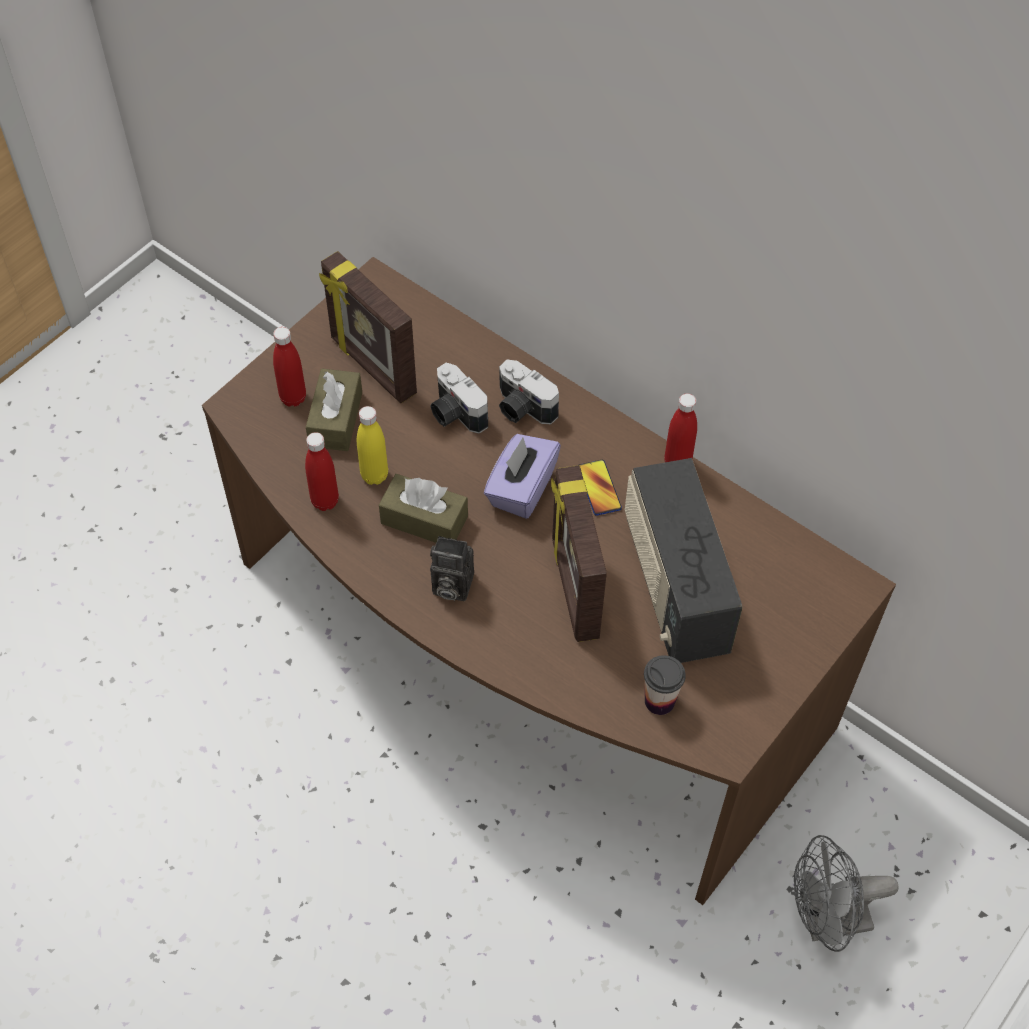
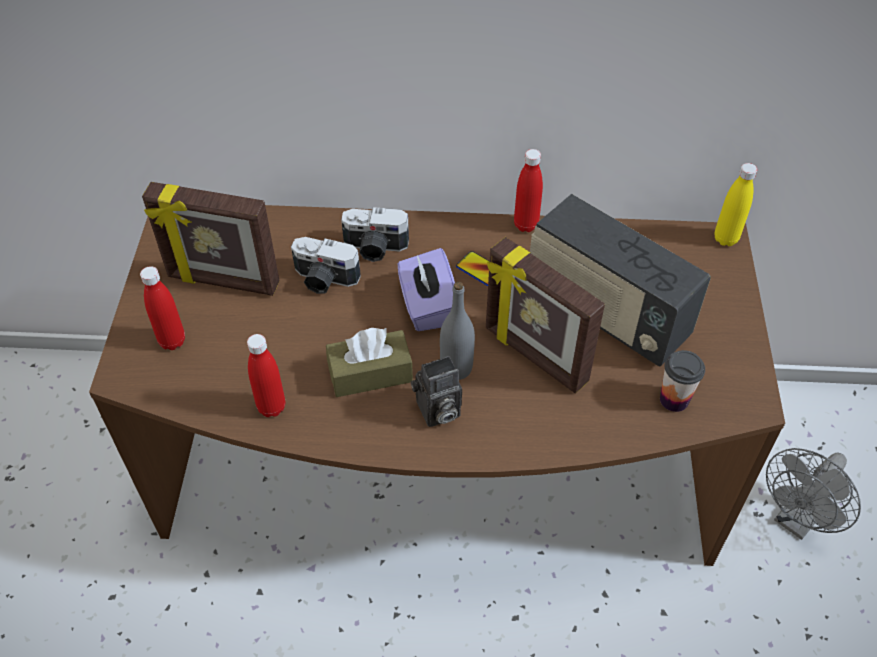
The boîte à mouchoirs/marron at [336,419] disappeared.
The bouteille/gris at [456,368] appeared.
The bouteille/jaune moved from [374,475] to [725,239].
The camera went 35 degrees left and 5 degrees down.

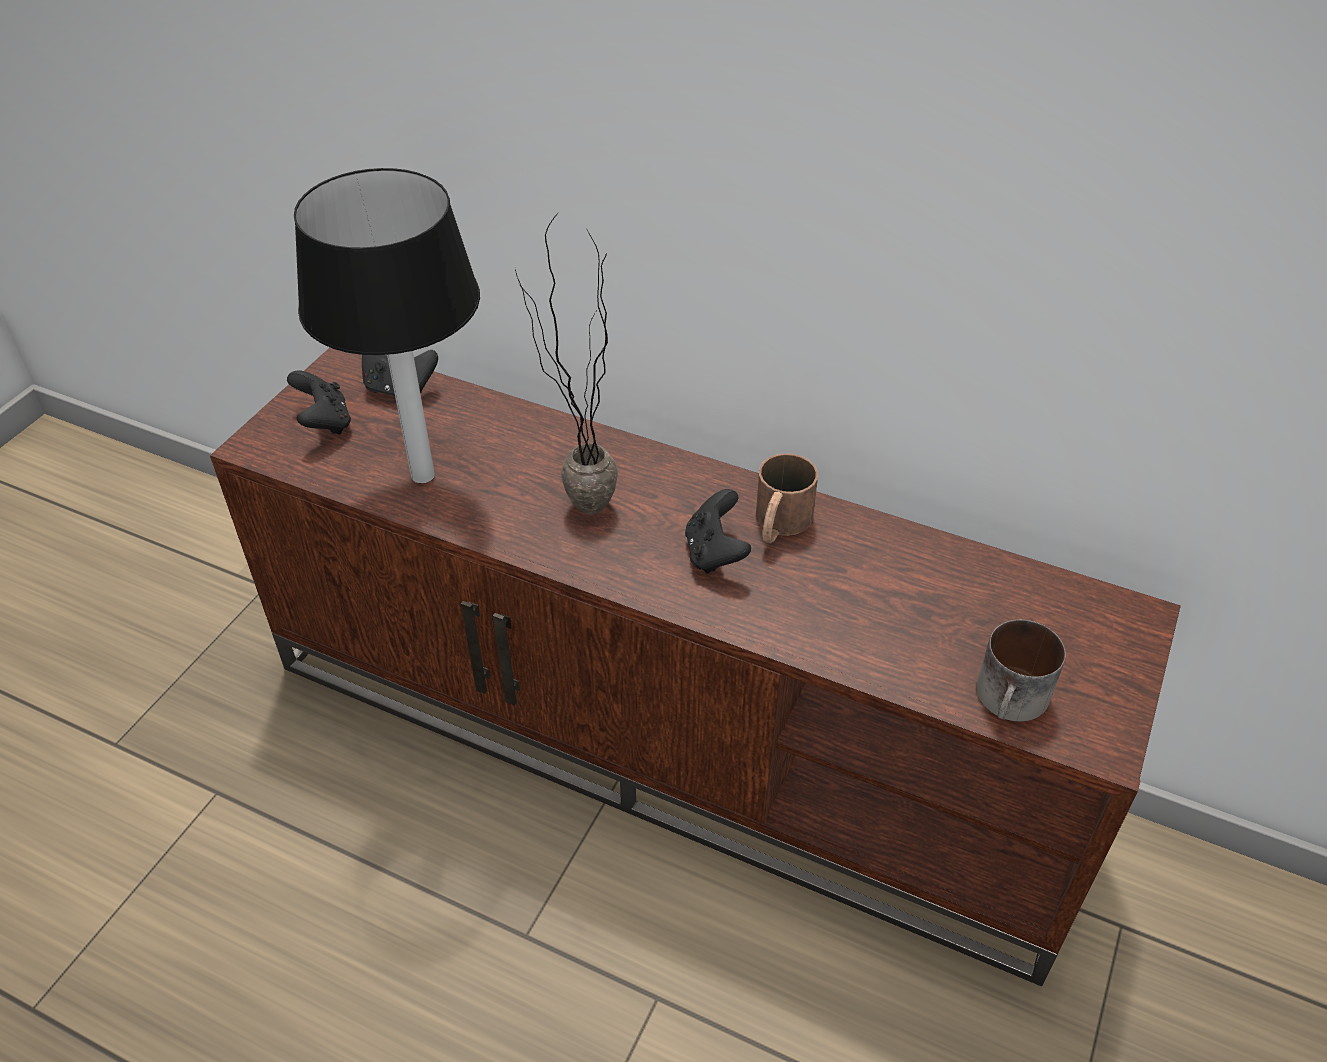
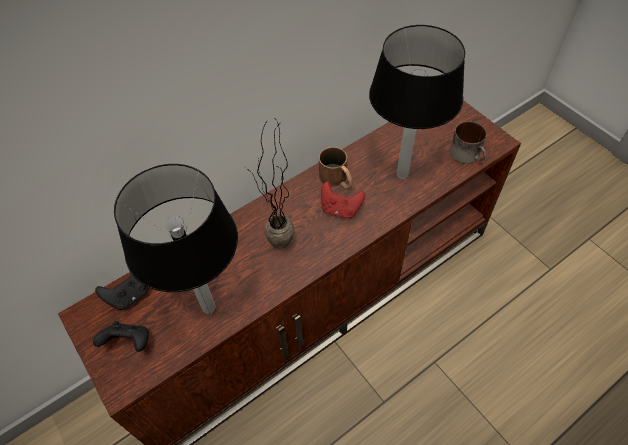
The lampe de table at [402,174] appeared.
The manette/noir at [715,553] became the manette/rouge at [340,209].
The camera went 60 degrees left and 10 degrees up.

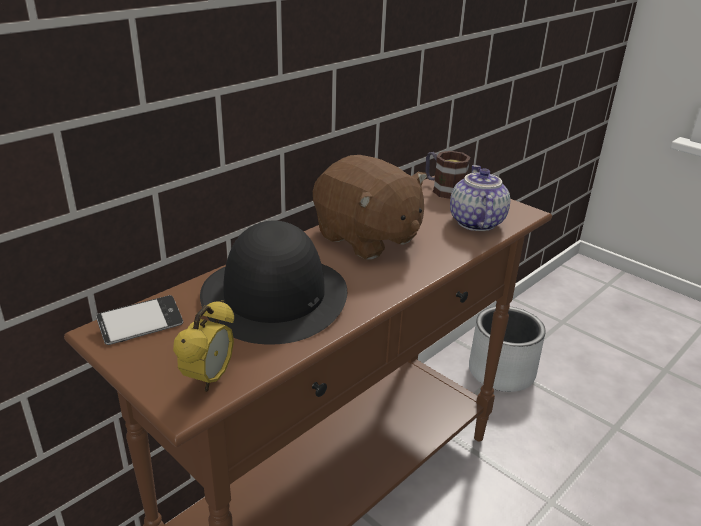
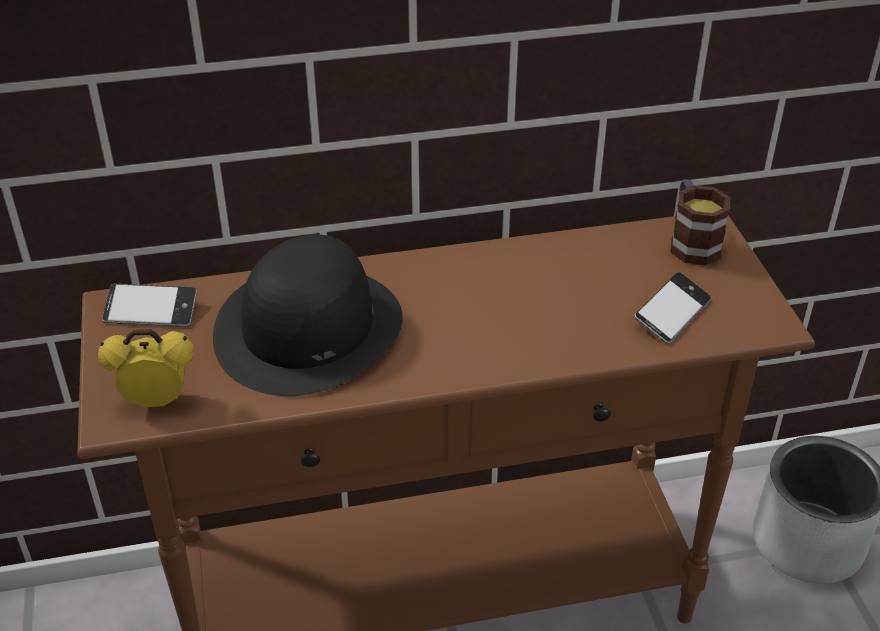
The peluche/marron at [367,238] disappeared.
The théière at [475,222] was replaced by the téléphone at [671,314].
The réveil at [209,379] turned 150 degrees counterclockwise.
The camera went 35 degrees right and 10 degrees up.

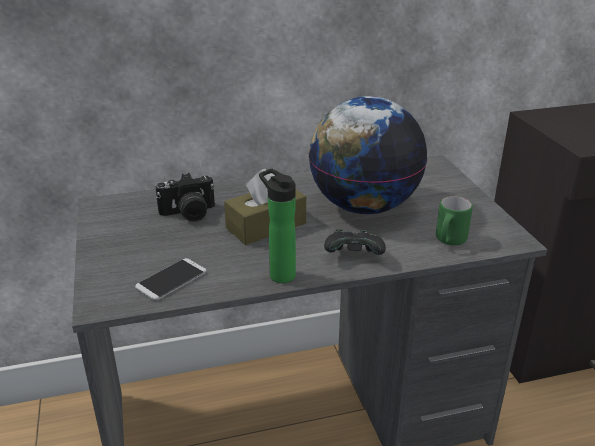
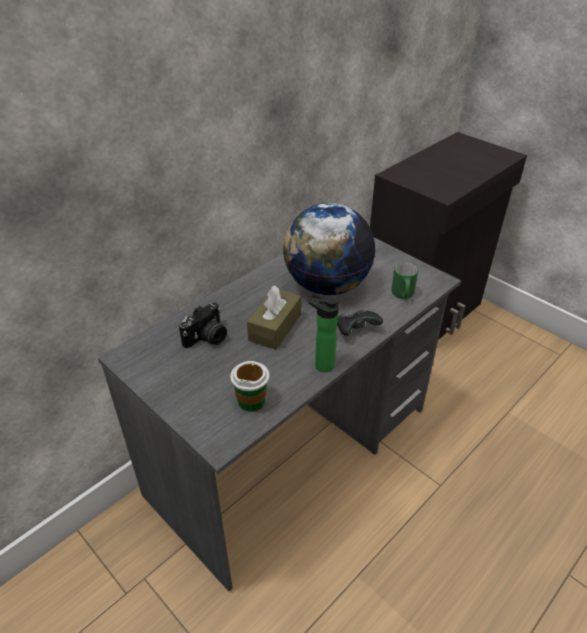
The téléphone at [171,280] was replaced by the tasse at [251,401].
The camera went 30 degrees left and 10 degrees up.

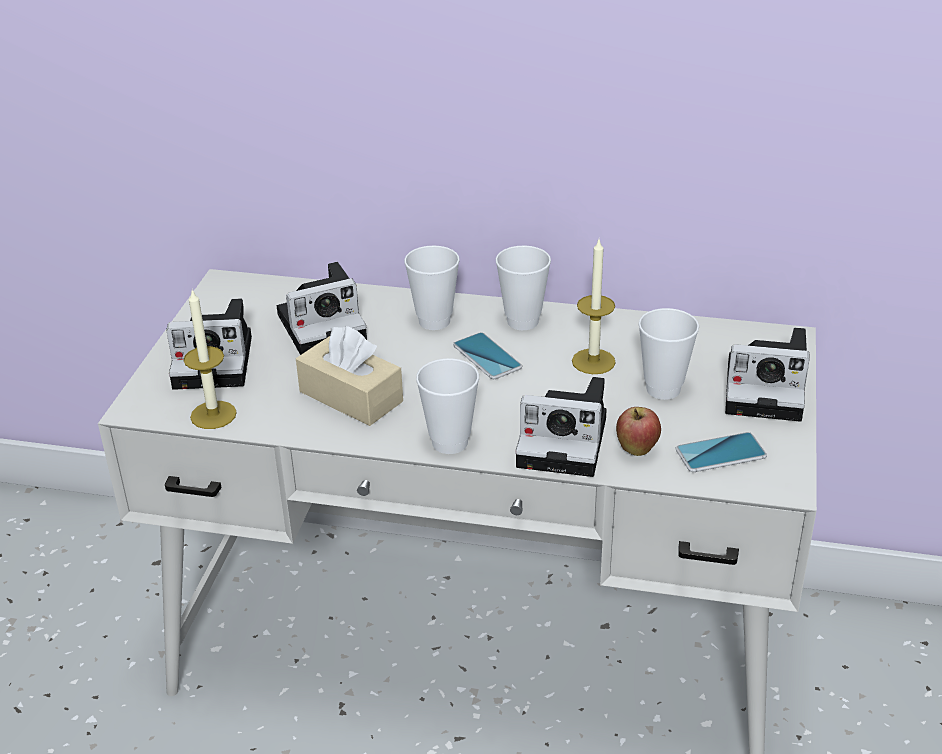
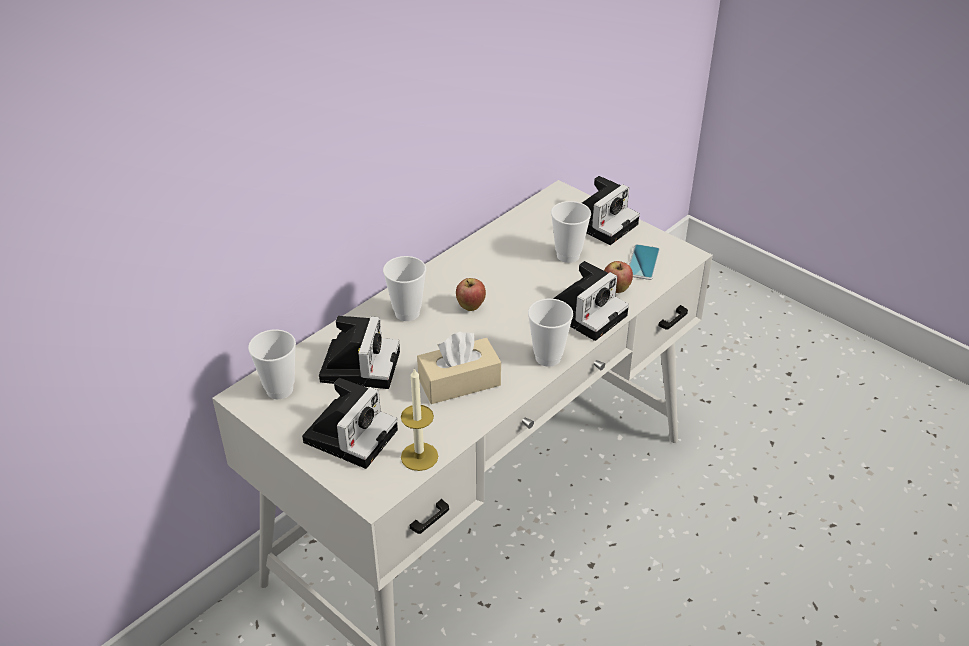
The bougie at [593,361] disappeared.
The tasse moved from [522,321] to [279,390].
The téléphone at [487,357] was replaced by the pomme at [470,307].
The camera went 60 degrees left and 5 degrees up.

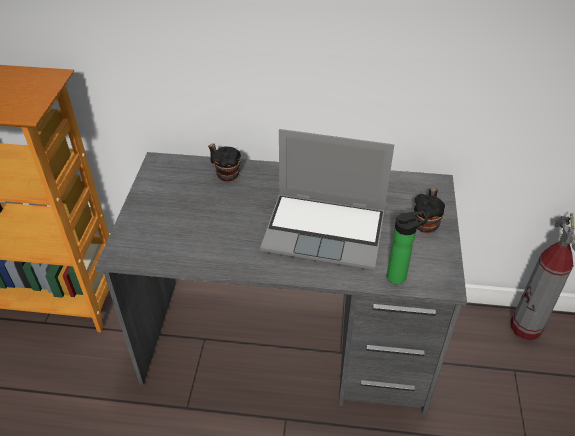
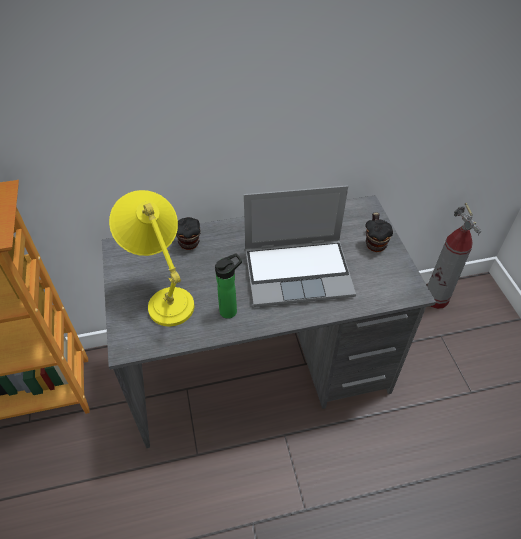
The lampe de table/jaune at [164,295] appeared.
The bouteille moved from [399,276] to [230,310].
The camera went 20 degrees left and 5 degrees up.

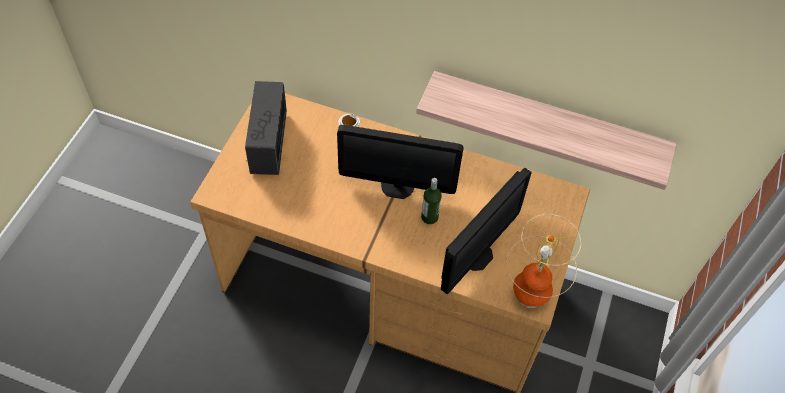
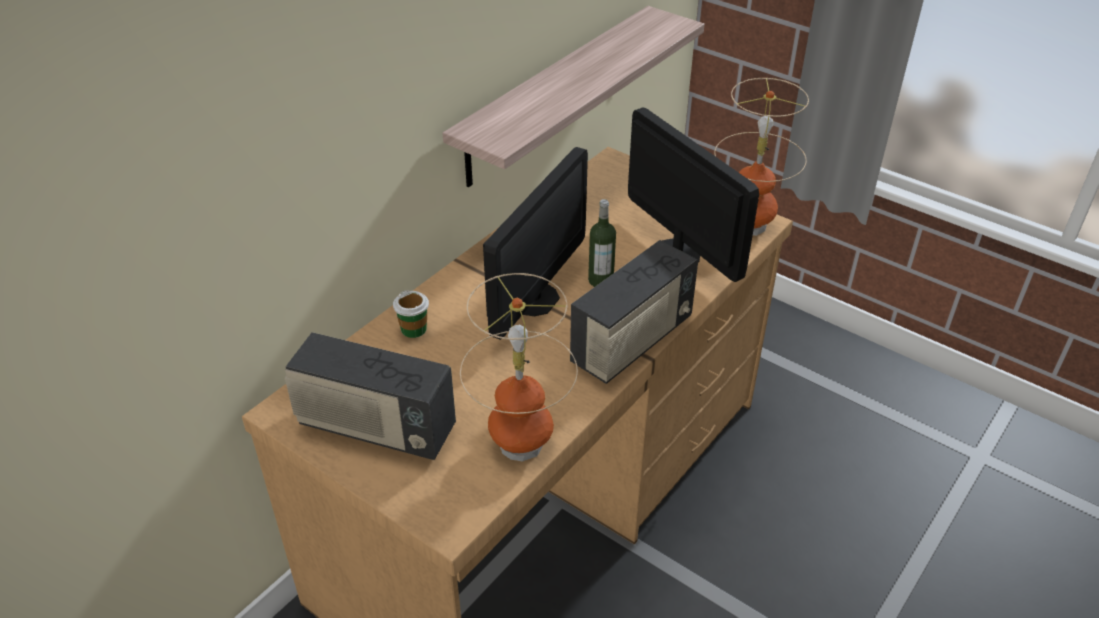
The lampe de table at [522,444] appeared.
The radio at [632,342] appeared.
The camera went 70 degrees left and 15 degrees down.

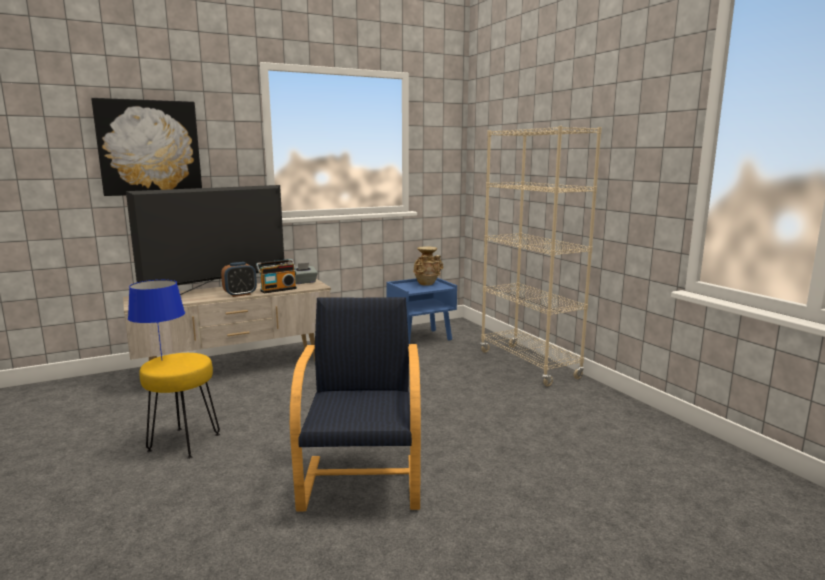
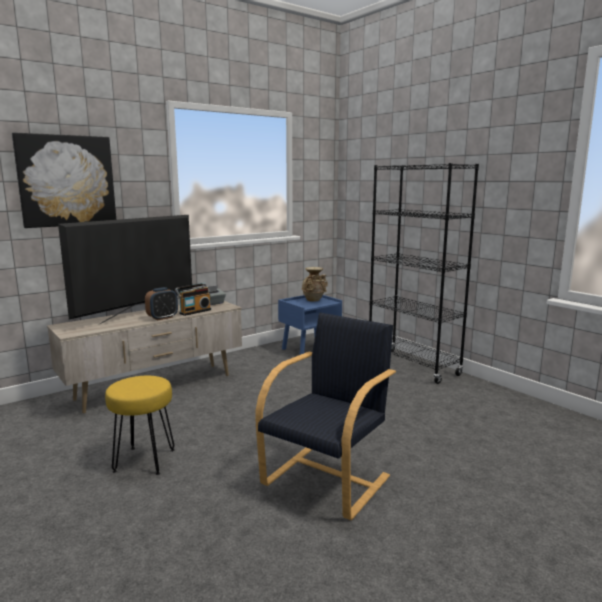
The lampe de table/bleu at [162,360] disappeared.
The bibliothèque/beige at [528,365] became the bibliothèque/noir at [413,366].
The fauteuil/noir at [362,481] turned 45 degrees clockwise.
The camera went 10 degrees left and 0 degrees up.

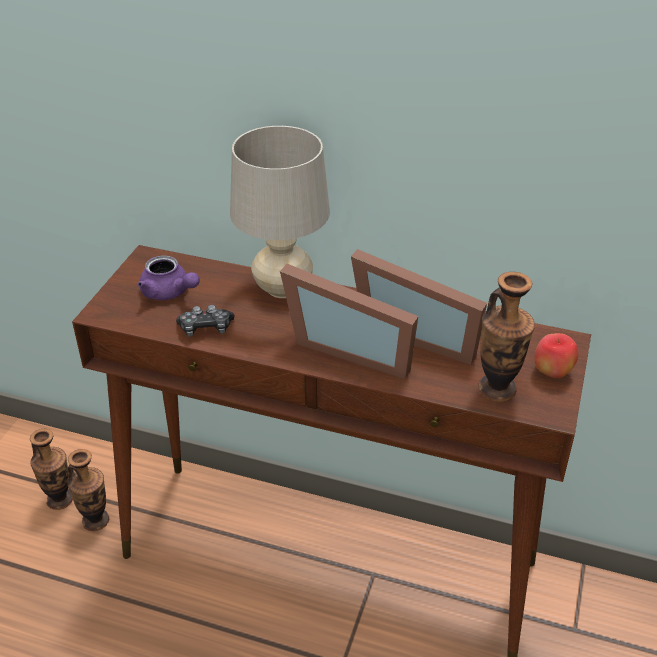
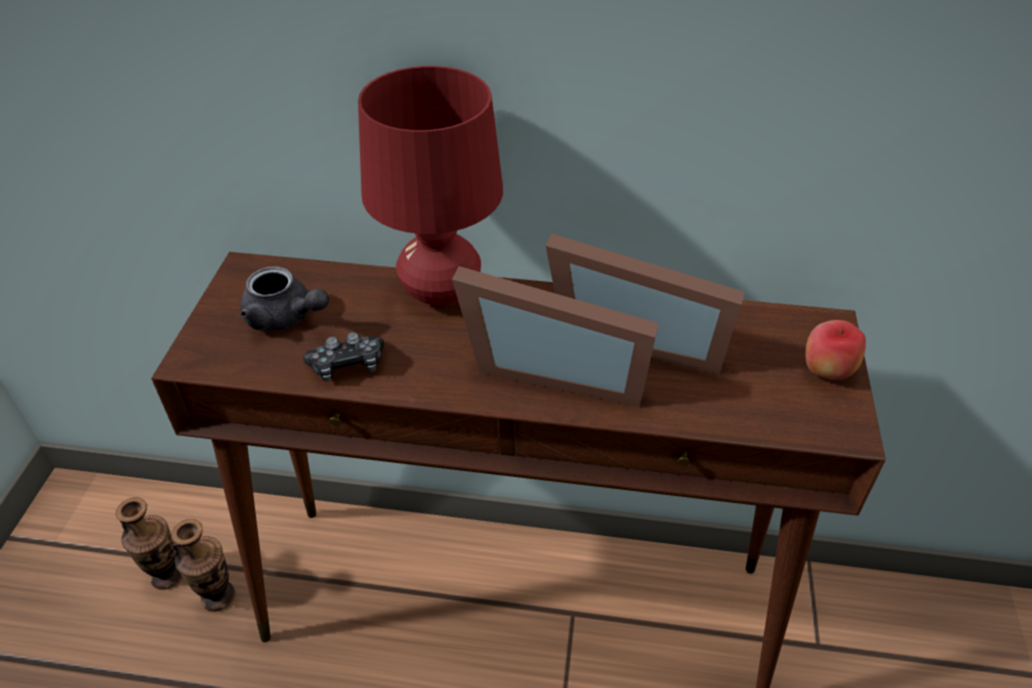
The vase at [497,389] disappeared.
The théière/violet at [169,293] became the théière/gris at [285,318].
The lampe de table/beige at [283,288] became the lampe de table/rouge at [441,293].
The camera went 10 degrees left and 5 degrees up.

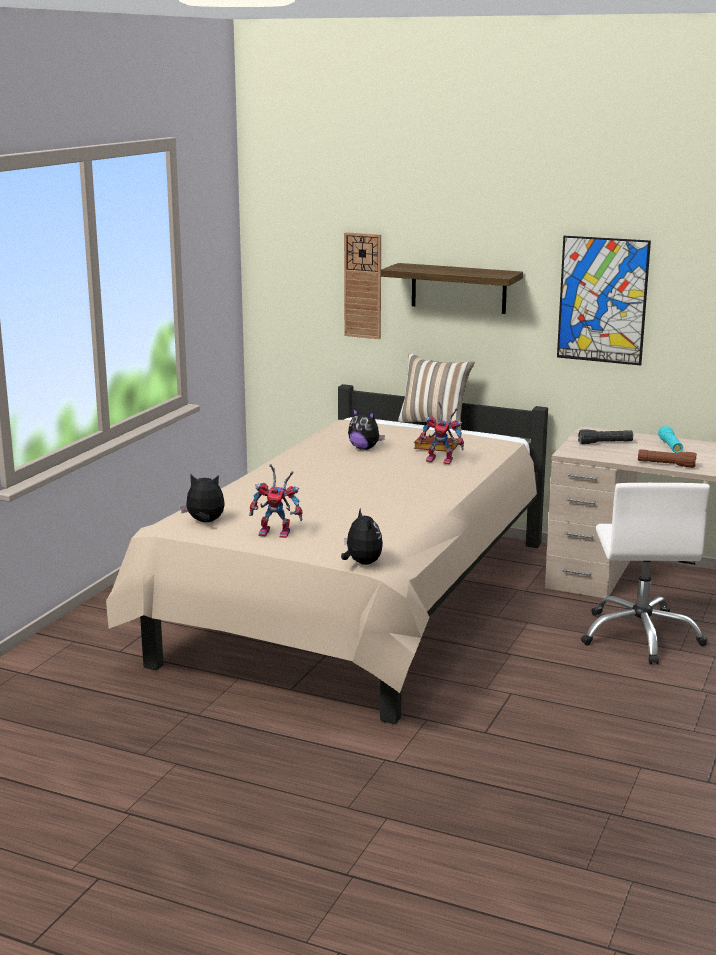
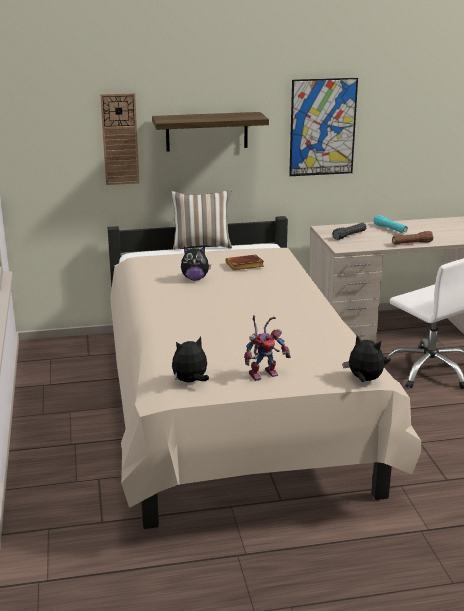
The robot jouet at [442,460] disappeared.
The camera went 35 degrees left and 5 degrees up.

